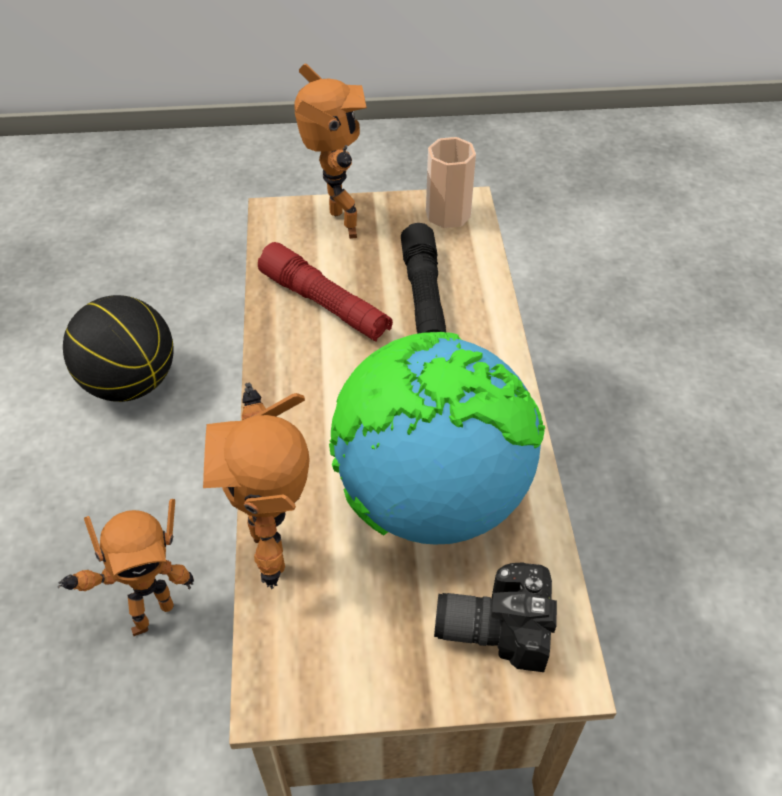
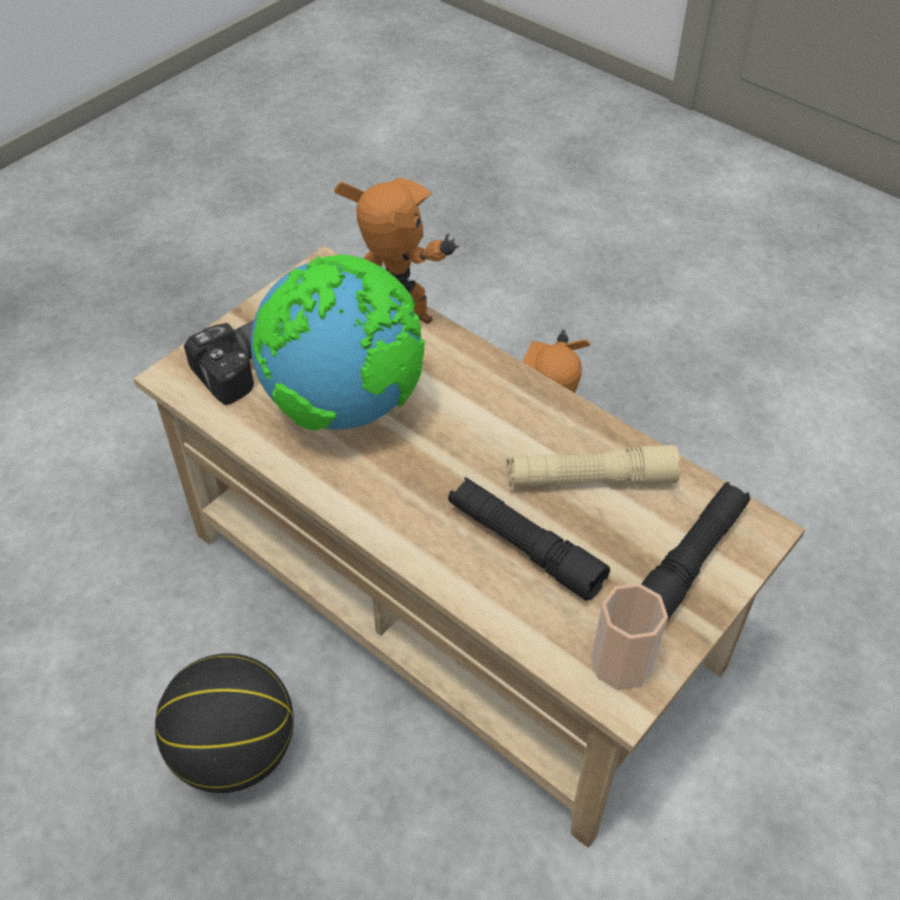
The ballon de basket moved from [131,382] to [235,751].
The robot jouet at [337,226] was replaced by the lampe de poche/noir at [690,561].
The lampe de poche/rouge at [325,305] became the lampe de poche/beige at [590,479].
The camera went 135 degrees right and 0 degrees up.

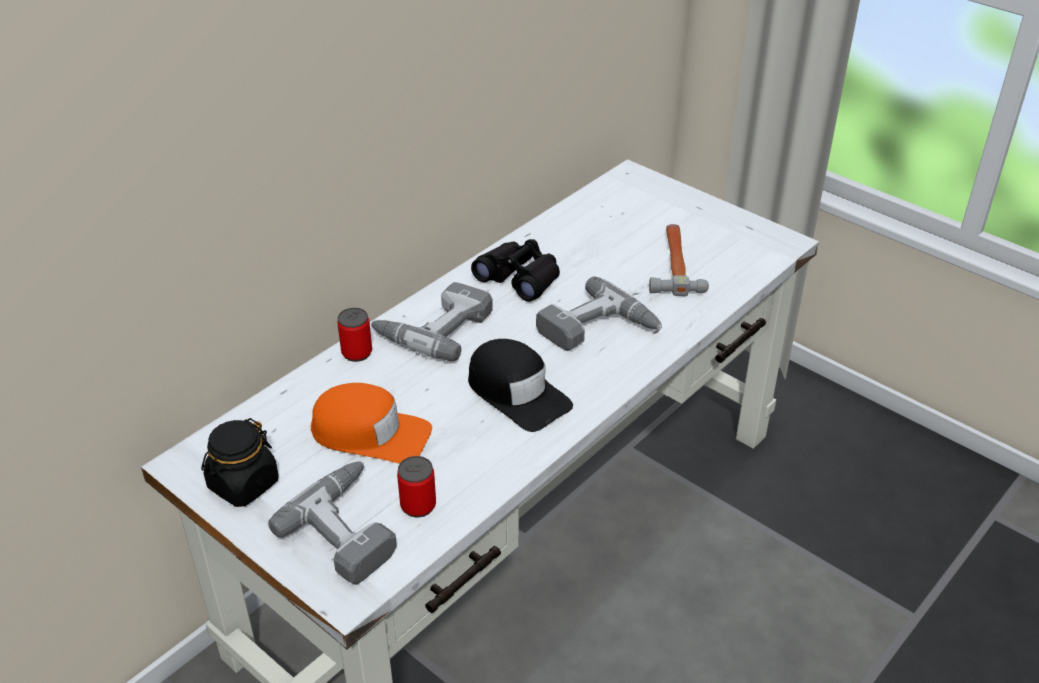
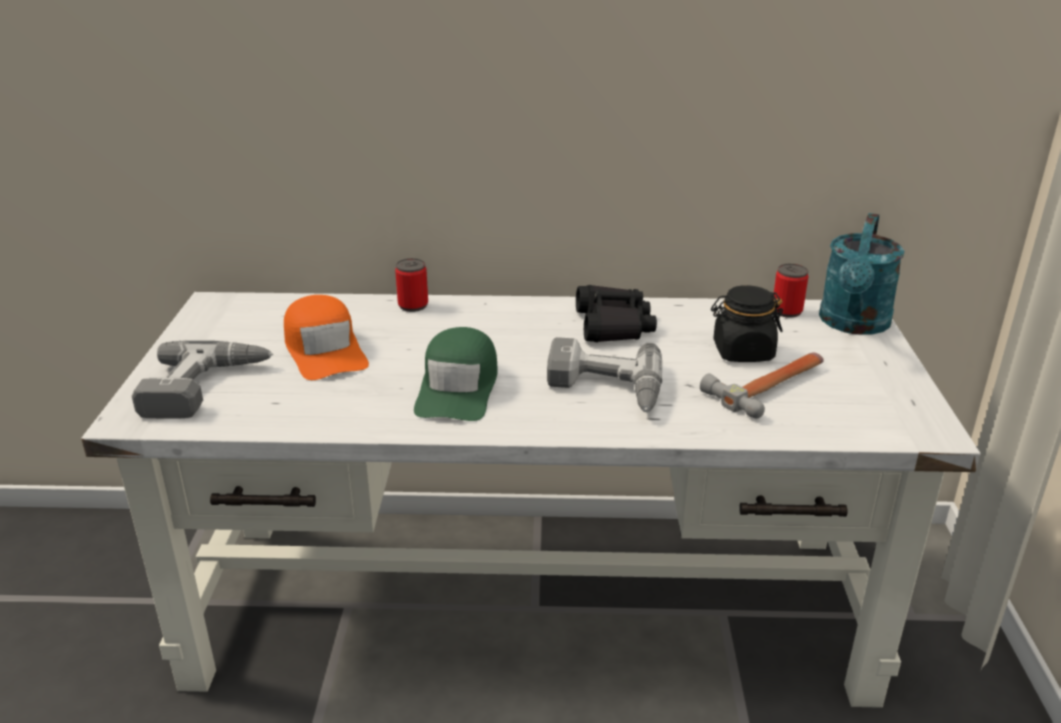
The perceuse at [434,328] disappeared.
The arrosoir/turquoise at [853,324] appeared.
The bocal/noir moved from [243,484] to [742,352].
The boîte métallique moved from [418,505] to [786,311].
The casquette/noir at [517,393] became the casquette/vert at [458,388].
The camera went 50 degrees right and 10 degrees down.

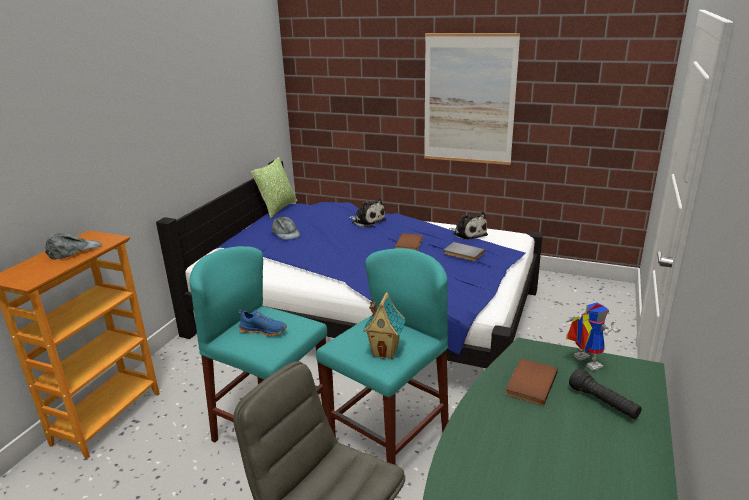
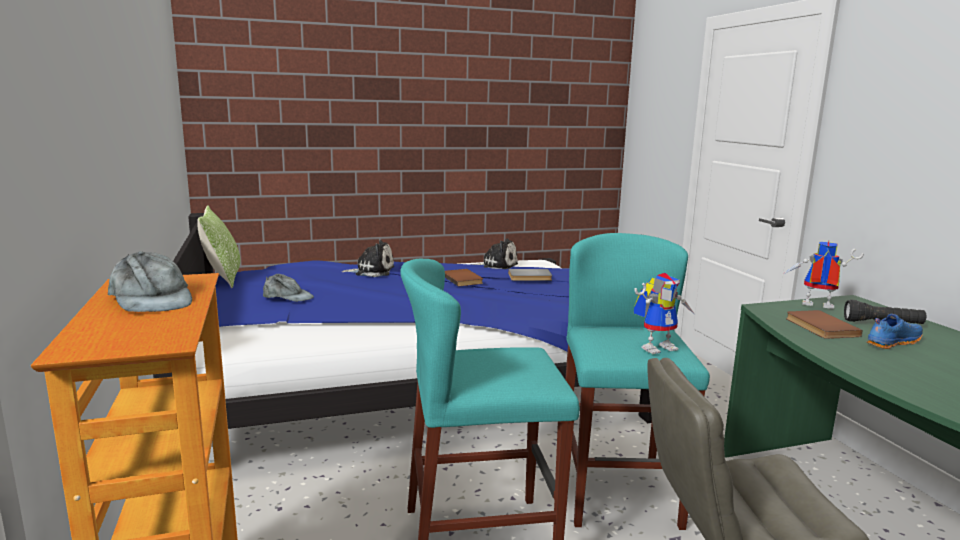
The tableau at [469,99] disappeared.
The chaussure/bleu moved from [263,330] to [891,342].
The maison miniature at [385,351] was replaced by the robot jouet at [658,347].
The casquette/gris at [74,250] turned 135 degrees clockwise.
The camera went 40 degrees left and 10 degrees down.

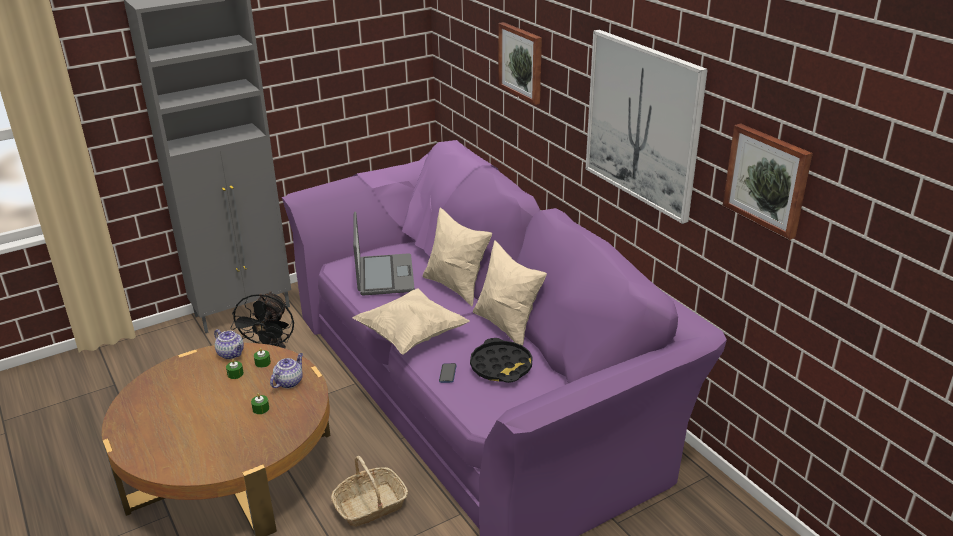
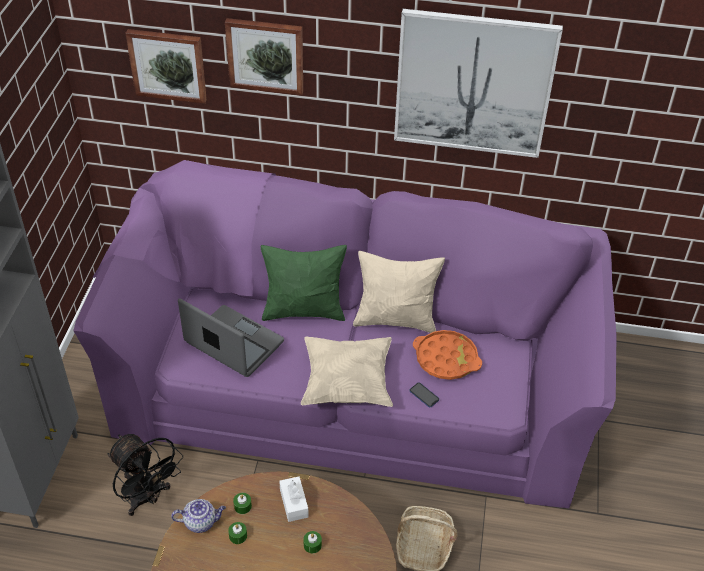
The tableau moved from [767,179] to [168,65].
The théière at [289,382] was replaced by the boîte à mouchoirs/blanc at [294,503].
The coussin/beige at [456,287] became the coussin/vert at [304,311].
The plateau/noir at [501,366] became the plateau/orange at [446,359].
The camera went 50 degrees left and 15 degrees up.

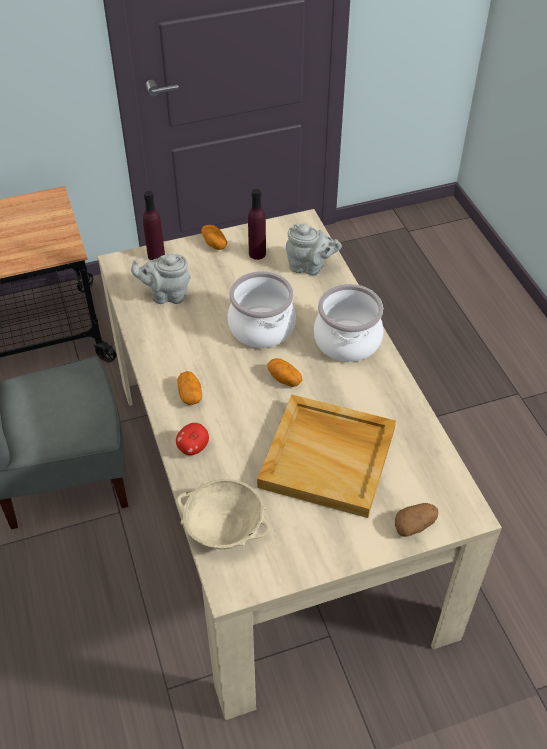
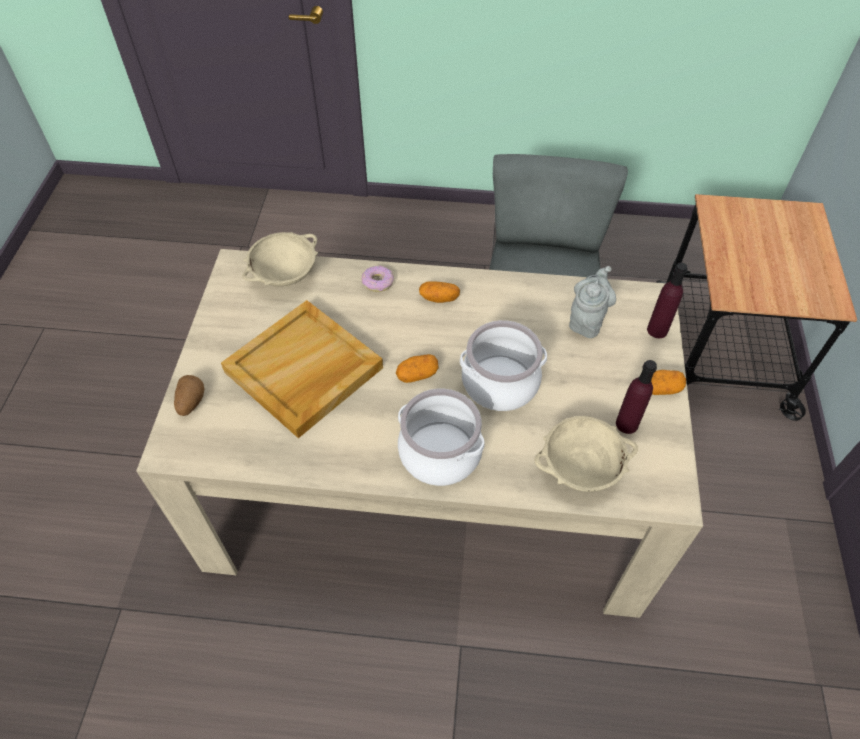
The pomme at [193,448] was replaced by the beignet at [378,282].
The théière/gris at [309,267] was replaced by the bol/beige at [580,468].
The camera went 115 degrees right and 5 degrees up.

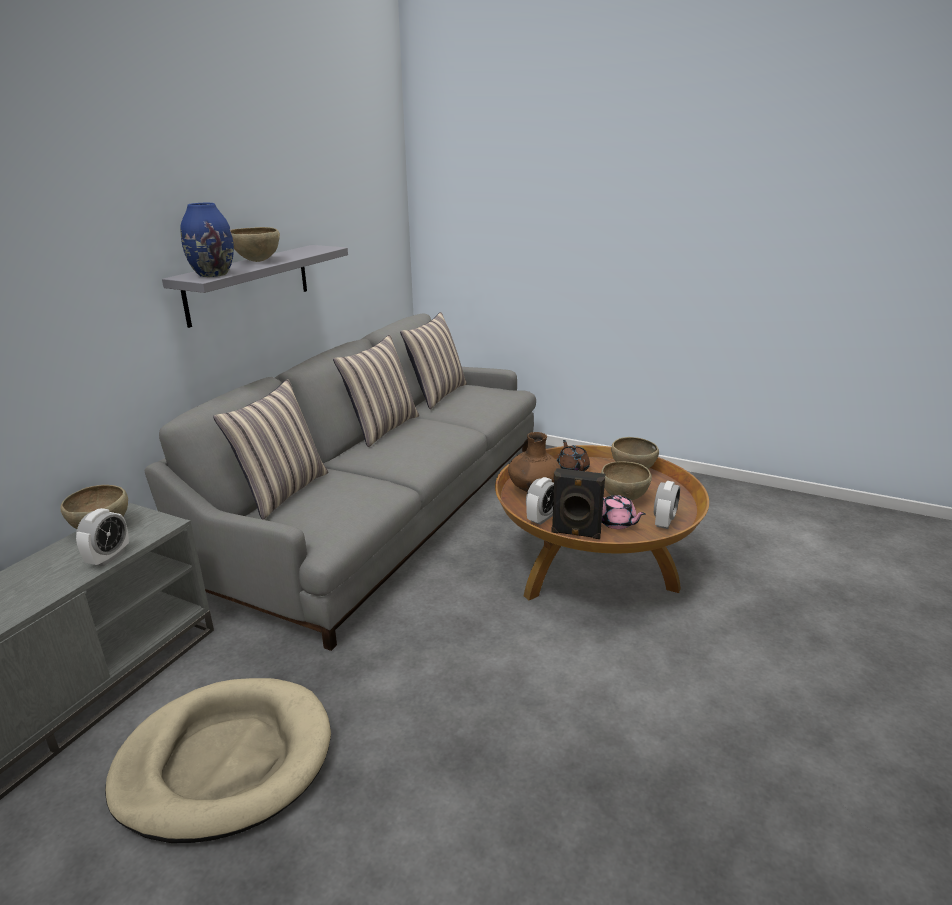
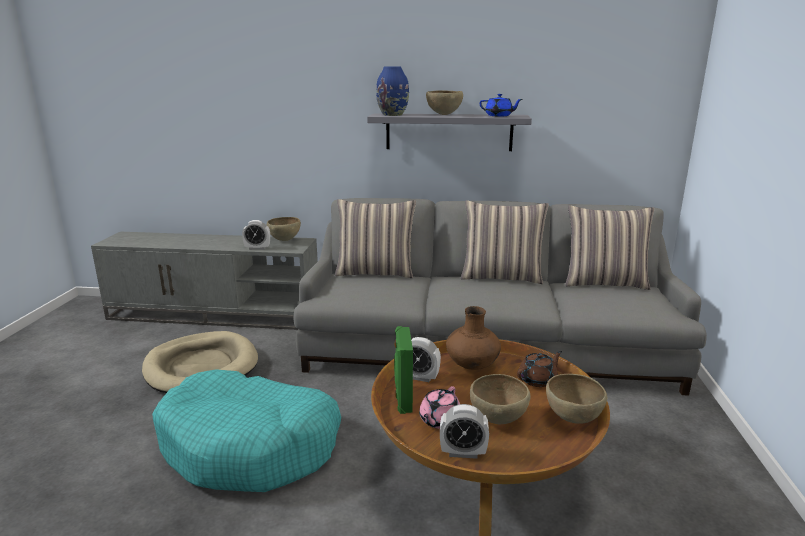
The panier pour chien/turquoise at [250,446] appeared.
The théière/bleu at [499,116] appeared.
The enceinte/noir at [576,534] became the enceinte/vert at [402,399].
The camera went 70 degrees right and 5 degrees down.

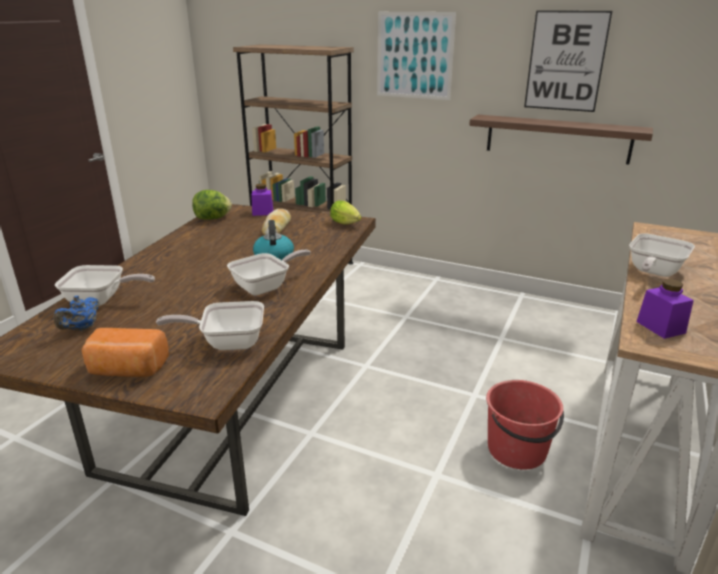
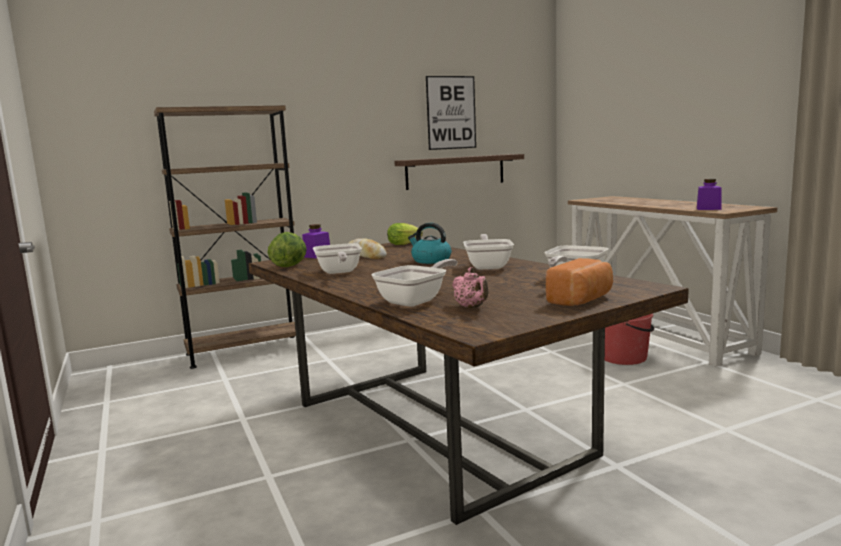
The tableau at [414,56] disappeared.
The poêle moved from [653,272] to [338,272].
The théière/bleu at [82,328] became the théière/rose at [471,307].
The camera went 50 degrees left and 15 degrees down.

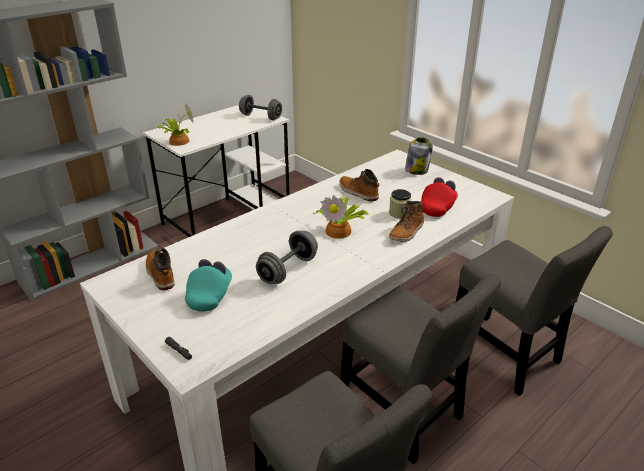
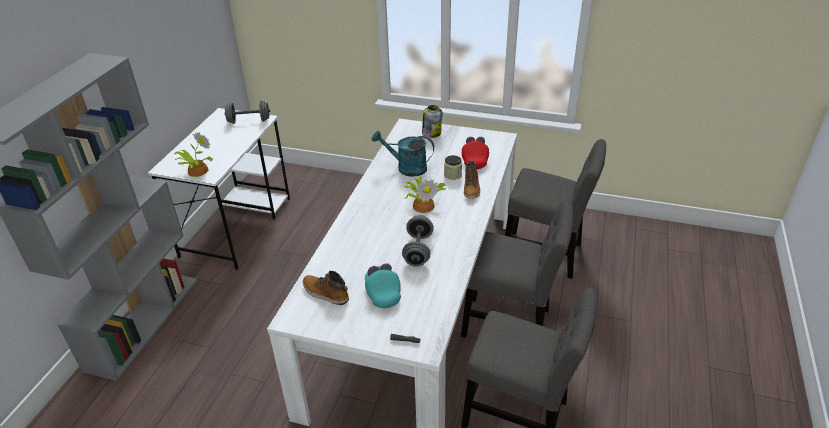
The botte at [358,192] was replaced by the arrosoir/turquoise at [406,168].
The camera went 30 degrees left and 5 degrees up.

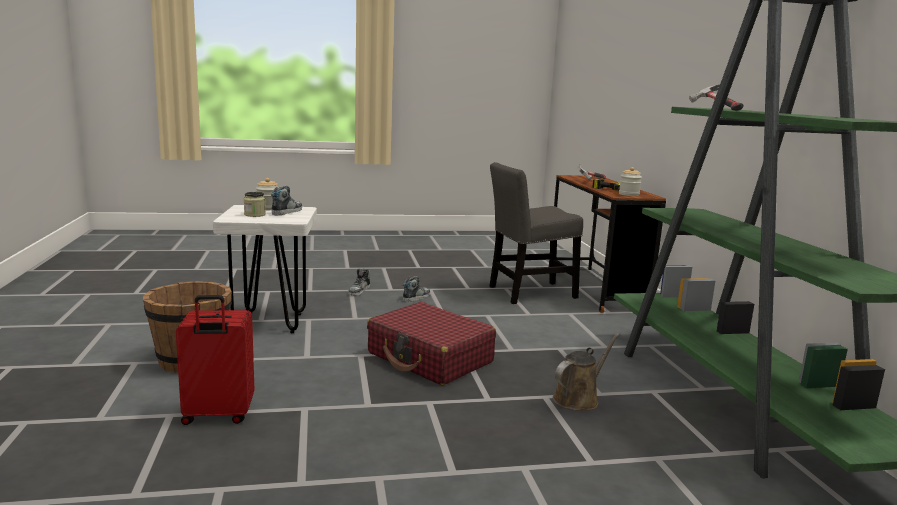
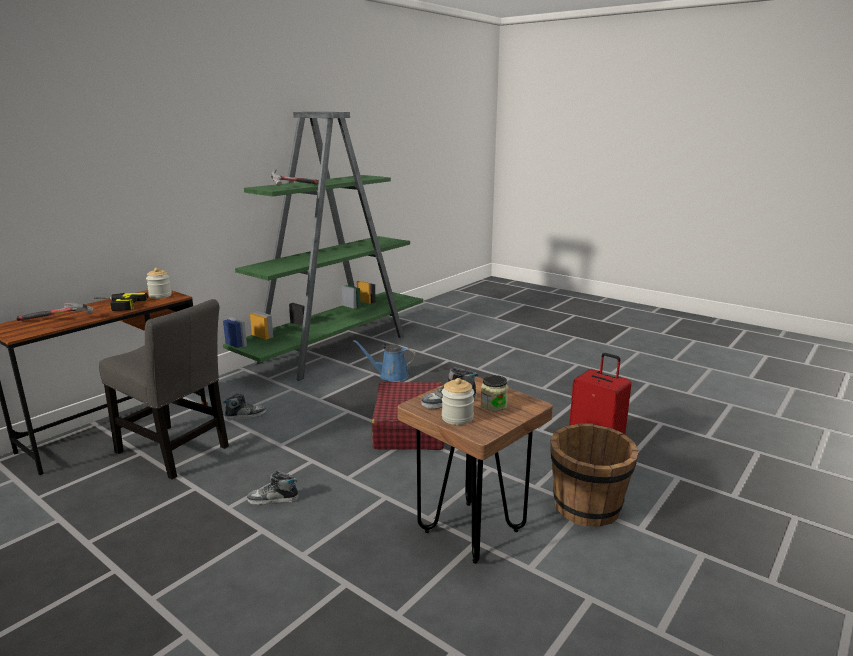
The chaussure moved from [359,291] to [246,415].
The tabouret/blanc at [270,323] became the tabouret/marron at [471,531].
The arrosoir/marron at [578,399] became the arrosoir/bleu at [390,376].
The camera went 130 degrees left and 5 degrees up.

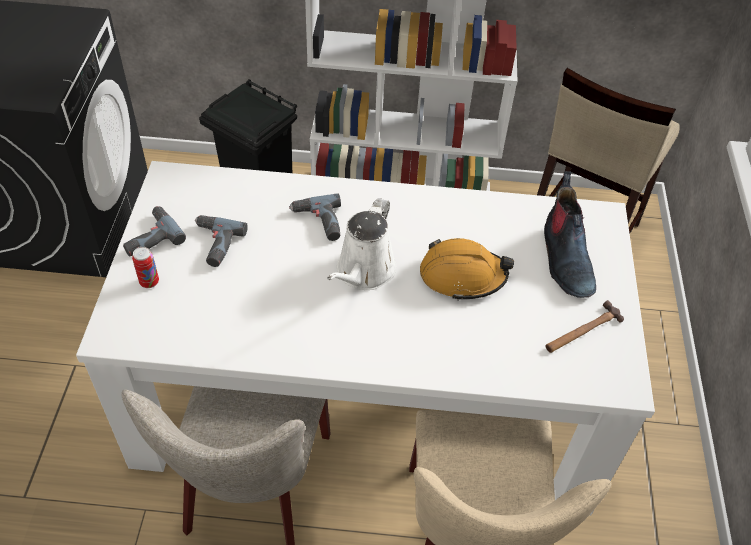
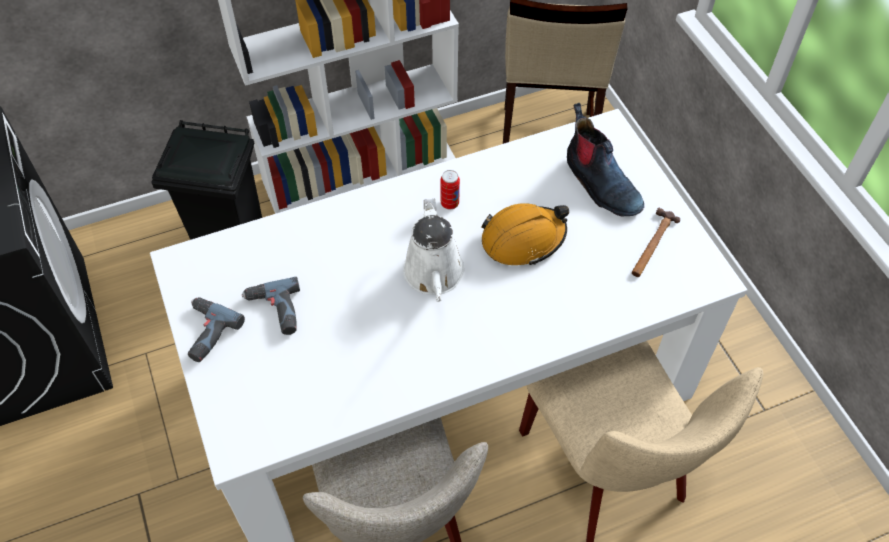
The perceuse at [318,223] disappeared.
The boîte métallique moved from [149,282] to [449,203].
The camera went 25 degrees left and 5 degrees up.

